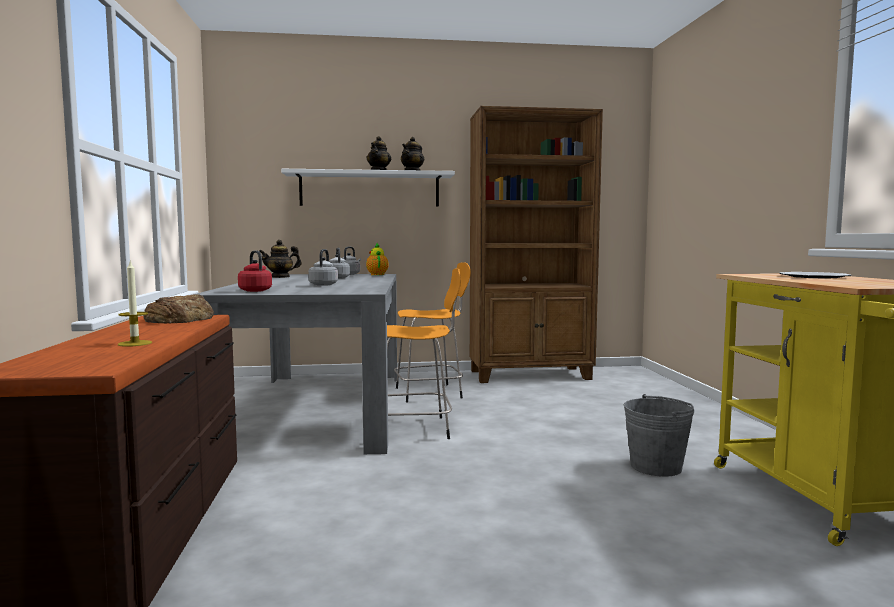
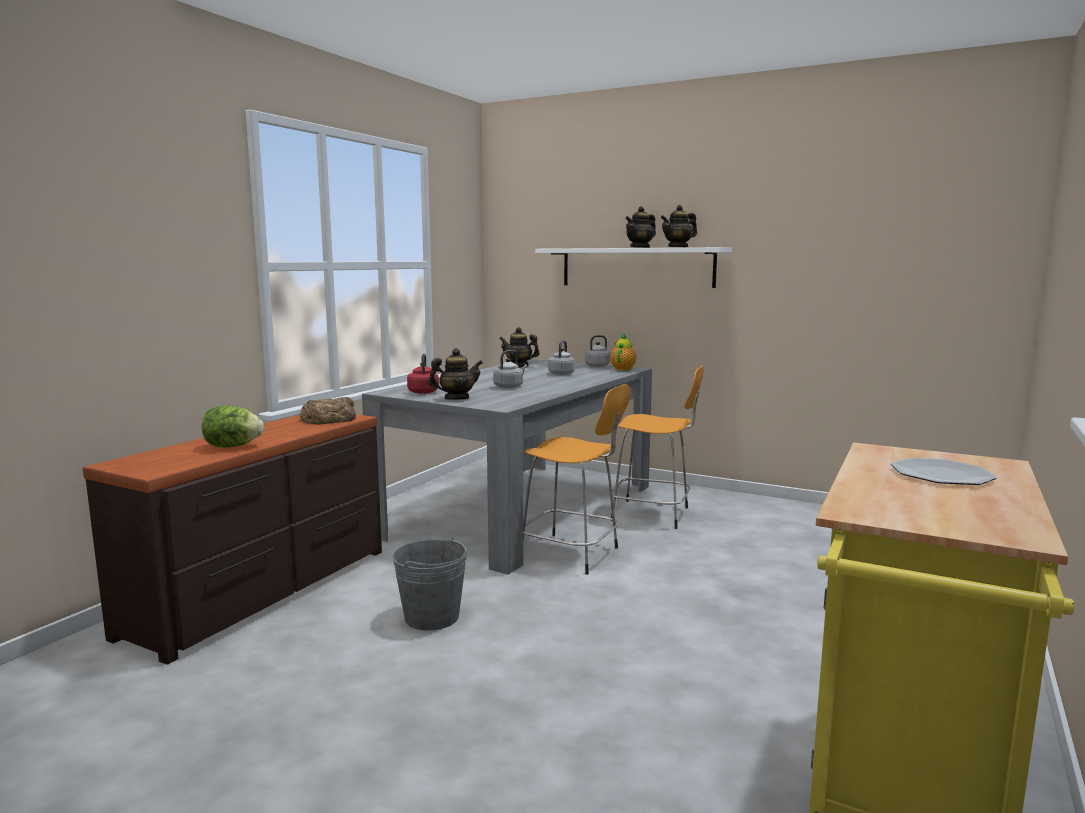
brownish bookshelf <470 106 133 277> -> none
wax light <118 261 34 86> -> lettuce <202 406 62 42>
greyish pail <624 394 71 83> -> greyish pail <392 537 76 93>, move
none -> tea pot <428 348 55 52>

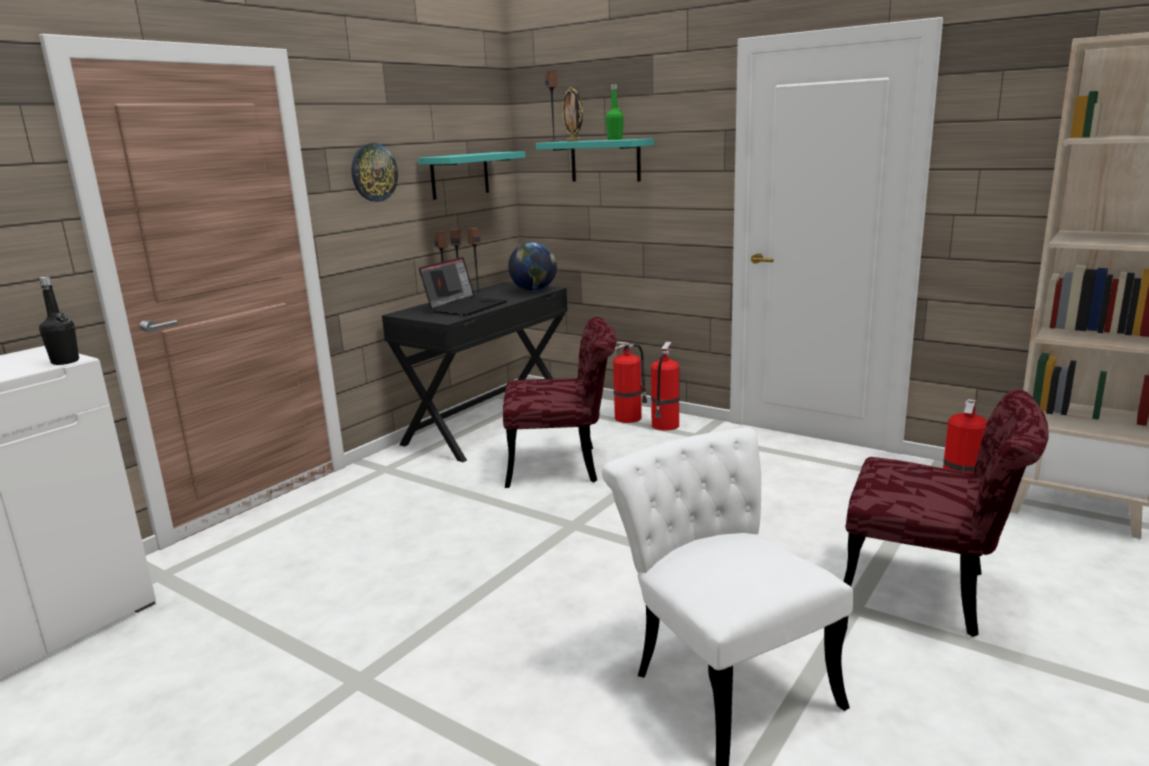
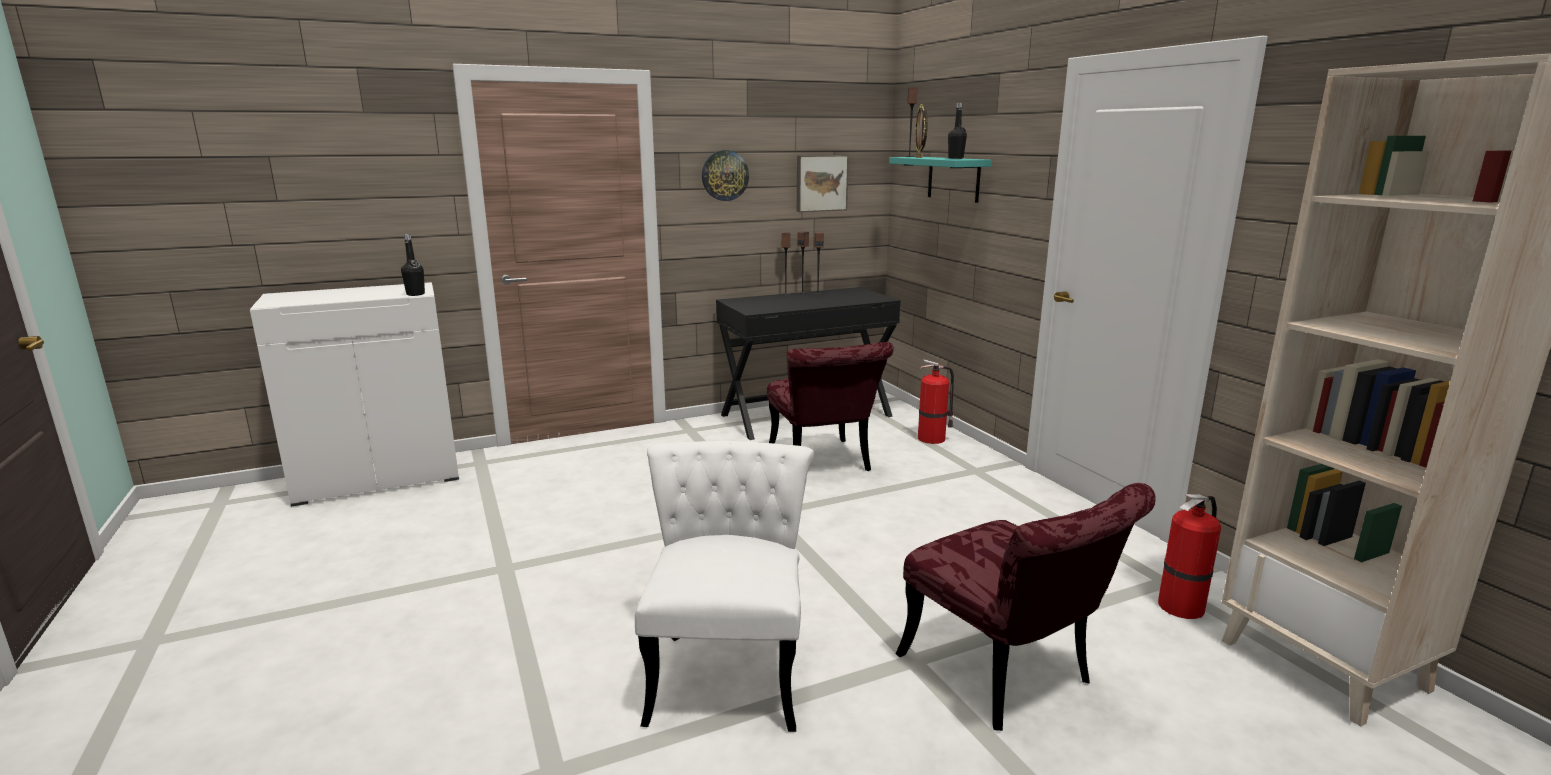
greenish beverage bottle <606 84 18 56> -> black-coloured beverage bottle <948 103 19 56>
blue-green bracket shelf <418 151 107 49> -> picture <797 155 52 57>
desk globe <508 242 49 49> -> none
notebook computer <419 257 88 59> -> none
red upright chair <503 317 114 171> -> red upright chair <767 342 127 129>, 45 degrees clockwise
extinguisher <651 342 28 88> -> none

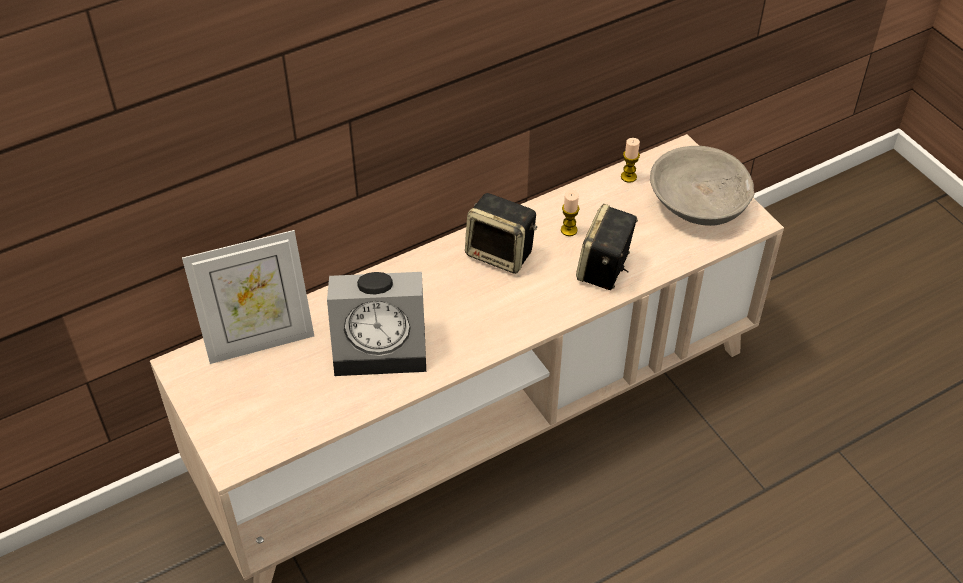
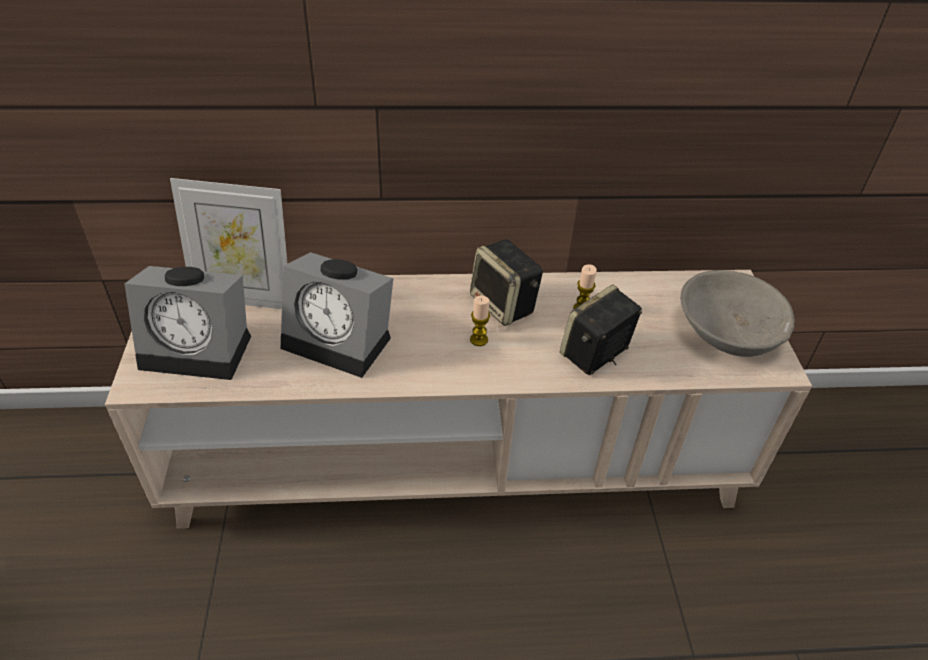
wax light <621 138 19 45> -> wax light <470 296 20 50>, move
none -> table clock <125 266 126 114>

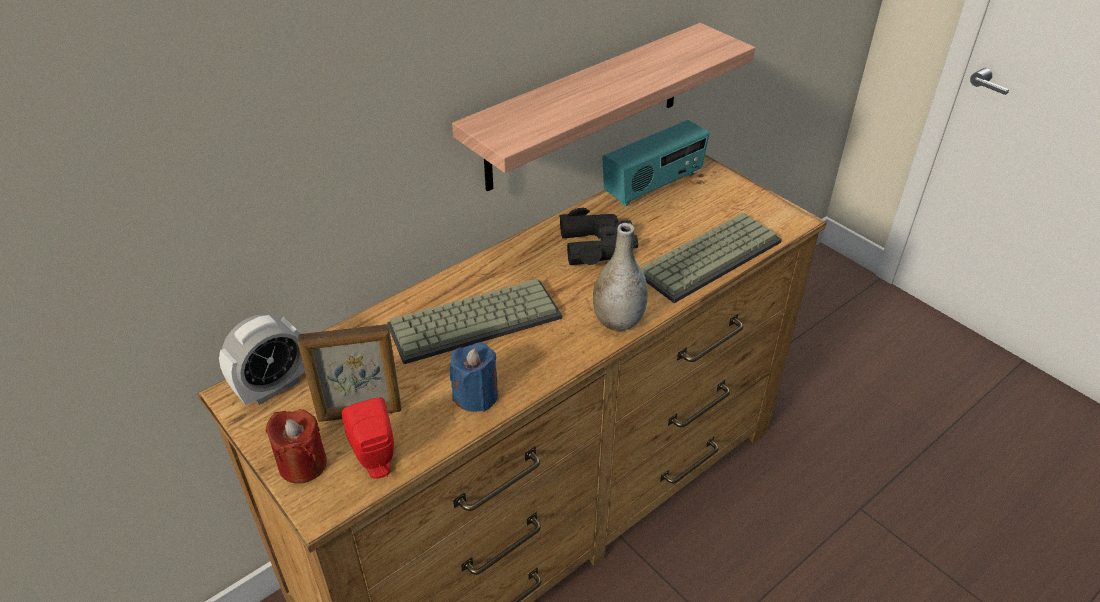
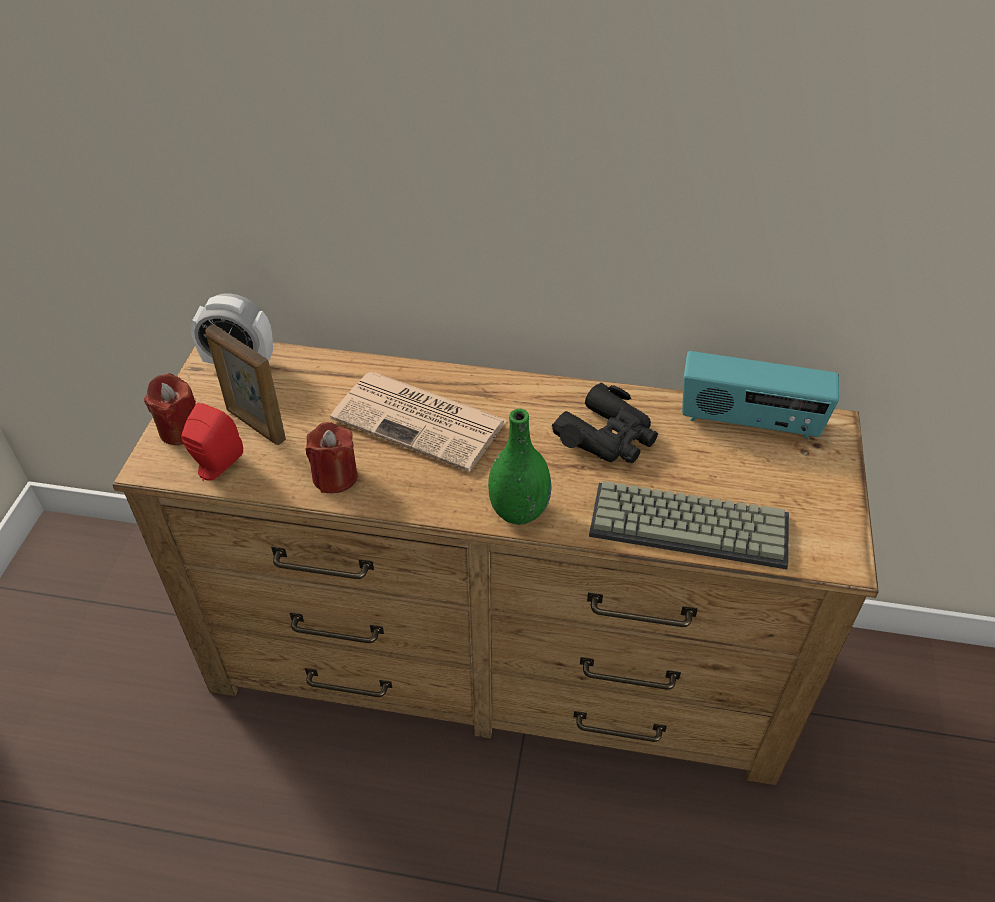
bracket shelf <452 23 303 169> -> none
greyish decorative vase <593 223 55 108> -> greenish decorative vase <488 409 64 116>
PC keyboard <387 279 175 85> -> daily paper <330 372 177 100>
bluish wax light <449 342 49 70> -> red wax light <306 422 52 71>

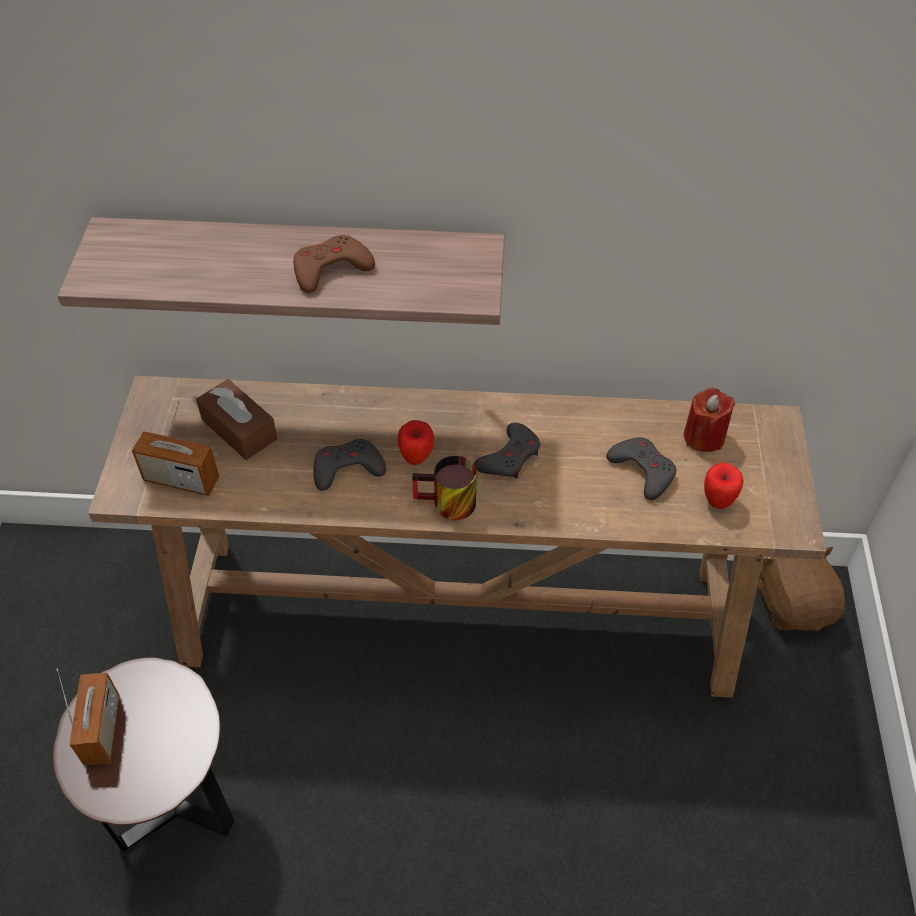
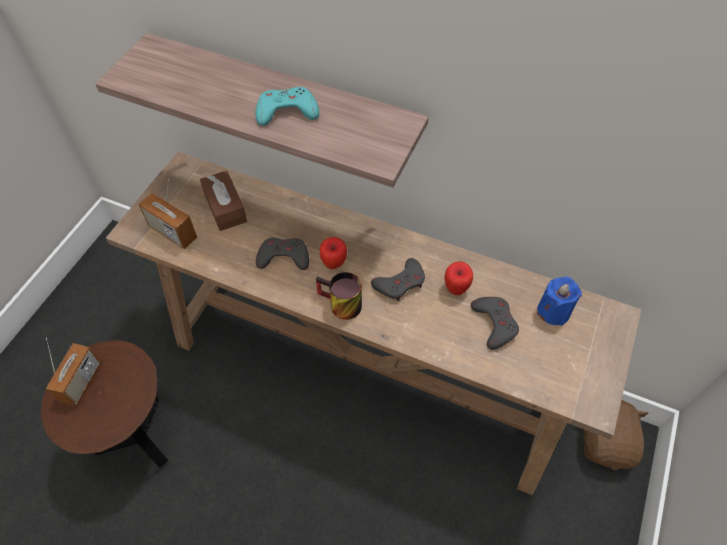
brownish gamepad <294 235 81 58> -> blue-green gamepad <256 87 63 39>
red wax light <684 387 51 65> -> bluish wax light <537 277 45 49>
whole apple <704 462 40 47> -> whole apple <445 262 28 33>, move

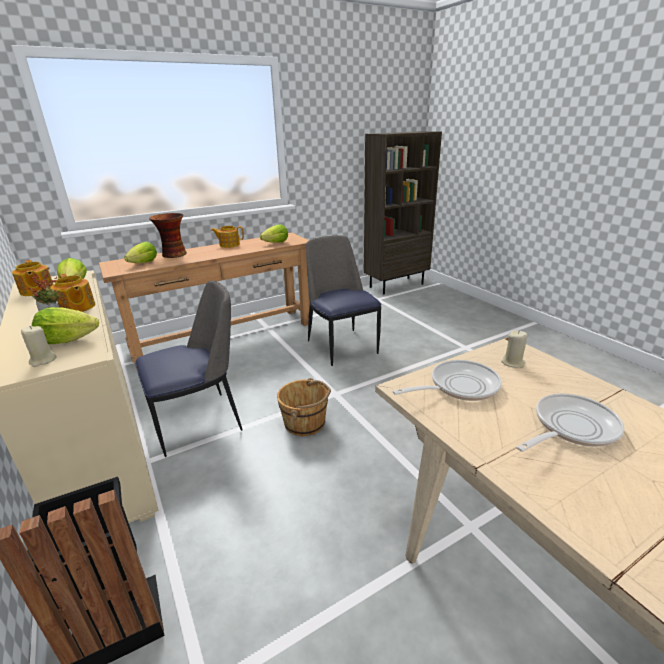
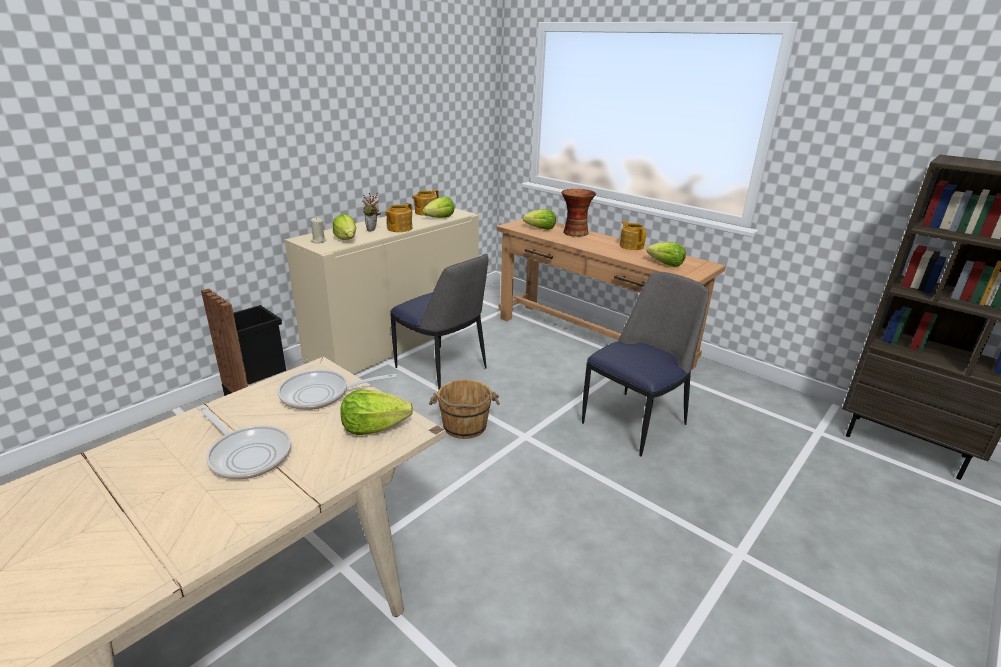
sand-coloured wax light <501 330 26 38> -> lettuce <340 390 73 45>
pan <393 360 109 41> -> pan <278 370 119 40>, 120 degrees clockwise

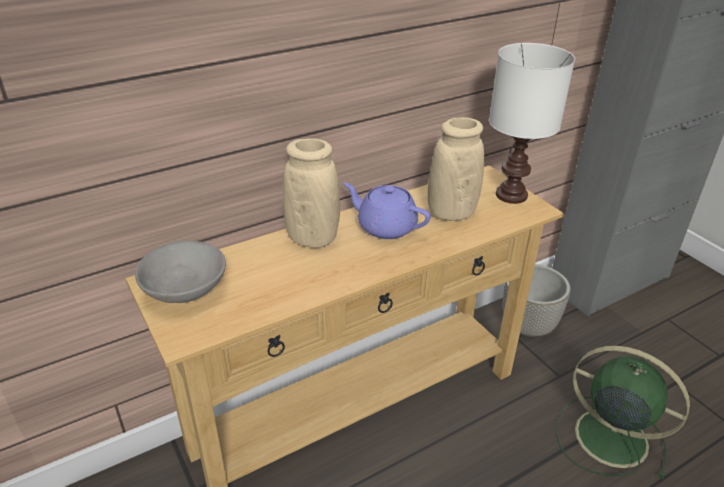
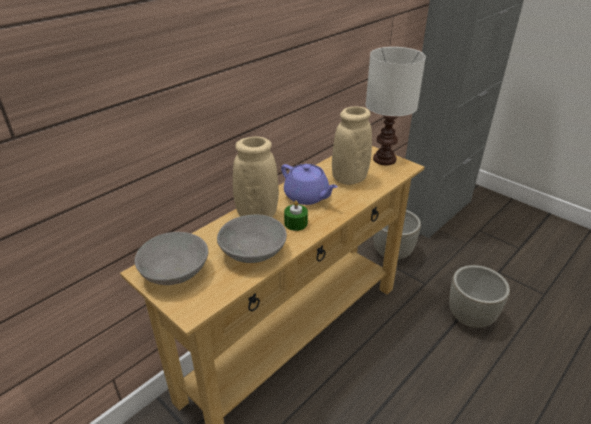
purple tea pot <343 183 88 56> -> purple tea pot <281 164 57 41>, 150 degrees counterclockwise
greenish fan <556 346 134 133> -> greyish flower pot <449 265 61 63>
none -> greenish wax light <284 200 24 31>
none -> greyish bowl <217 215 70 48>

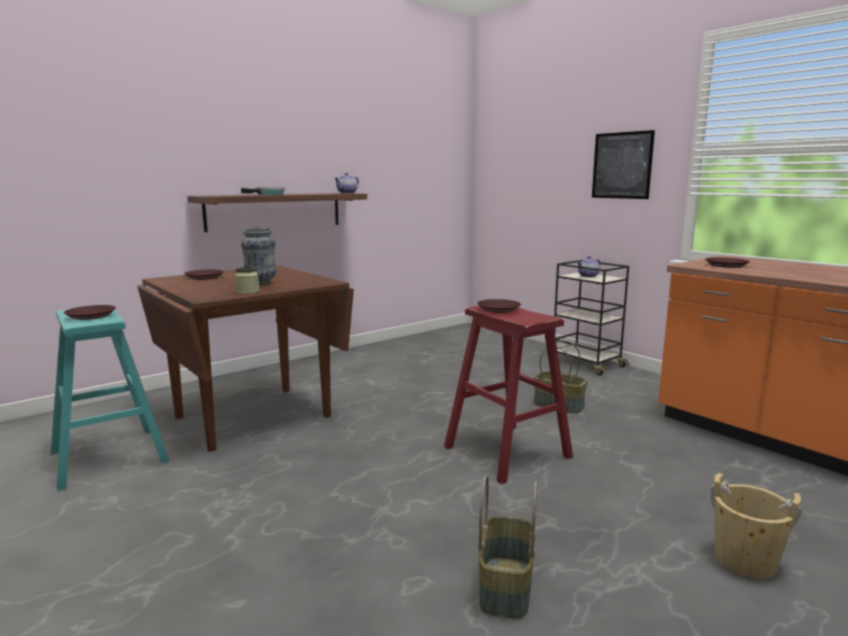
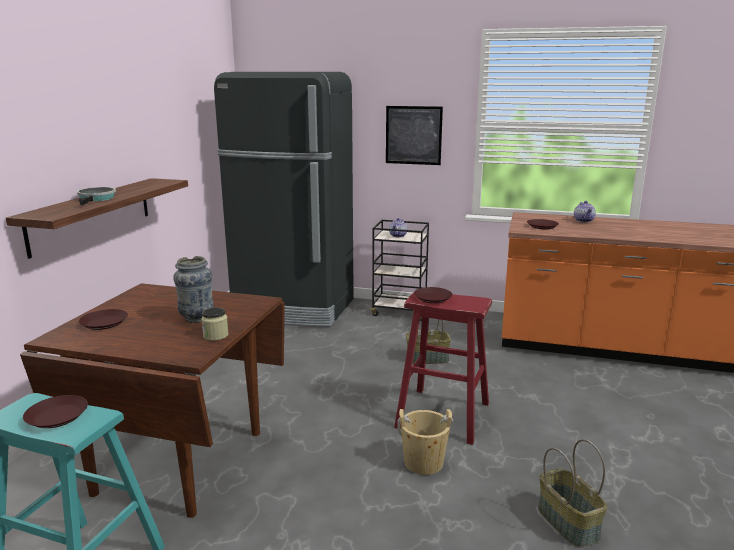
tea pot <334 173 25 21> -> tea pot <574 201 22 22>, move
sand-coloured pail <711 473 91 106> -> sand-coloured pail <397 409 56 66>, move
none -> black-coloured refrigerator <214 72 140 255>

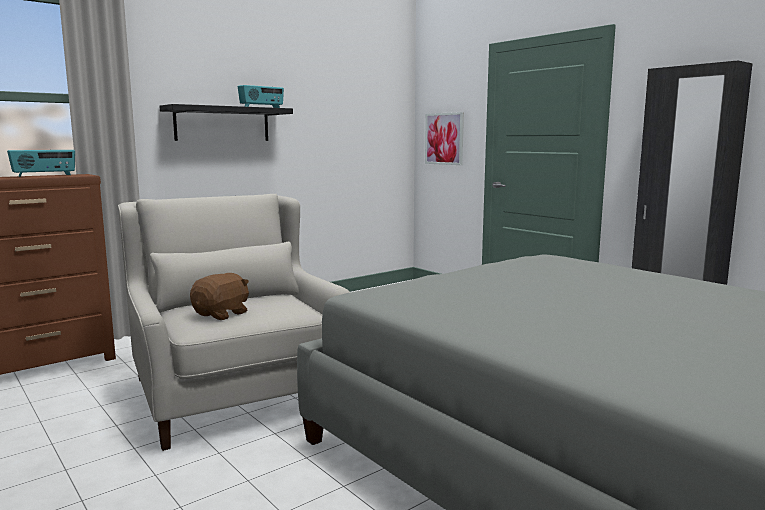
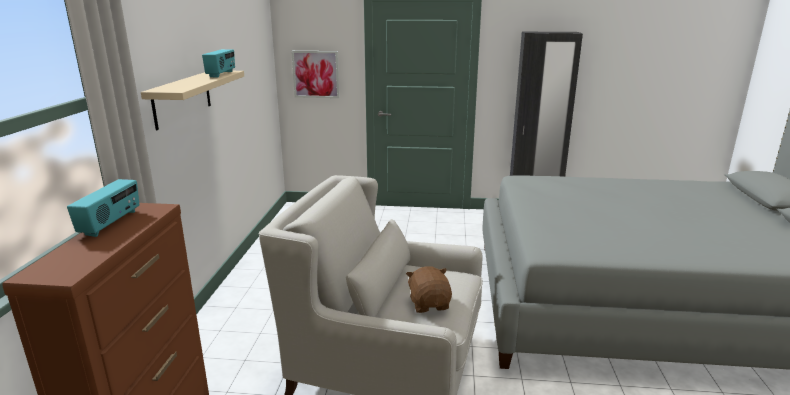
black-coloured bracket shelf <159 104 134 37> -> sand-coloured bracket shelf <141 71 103 59>

